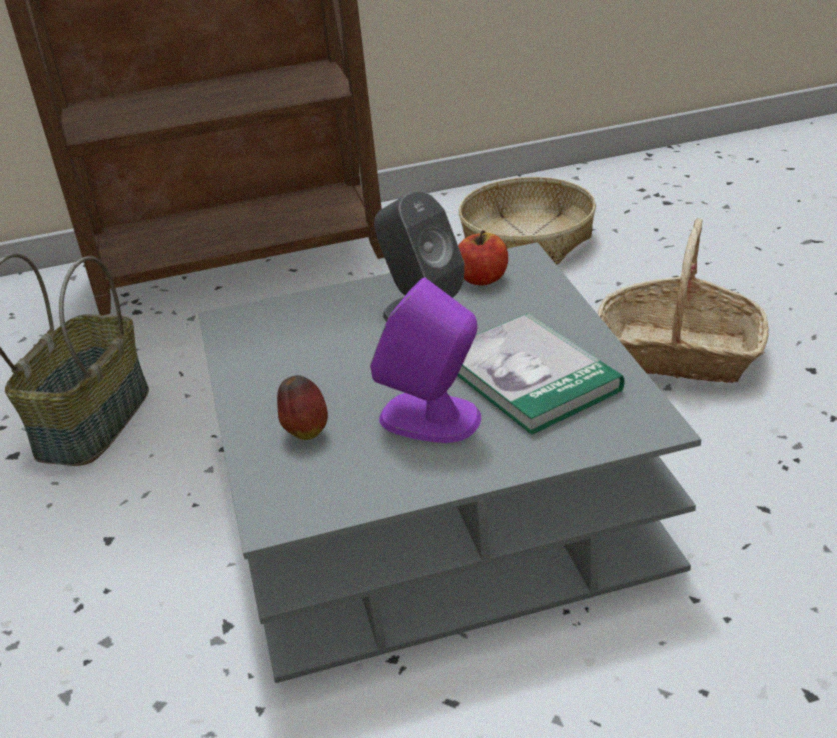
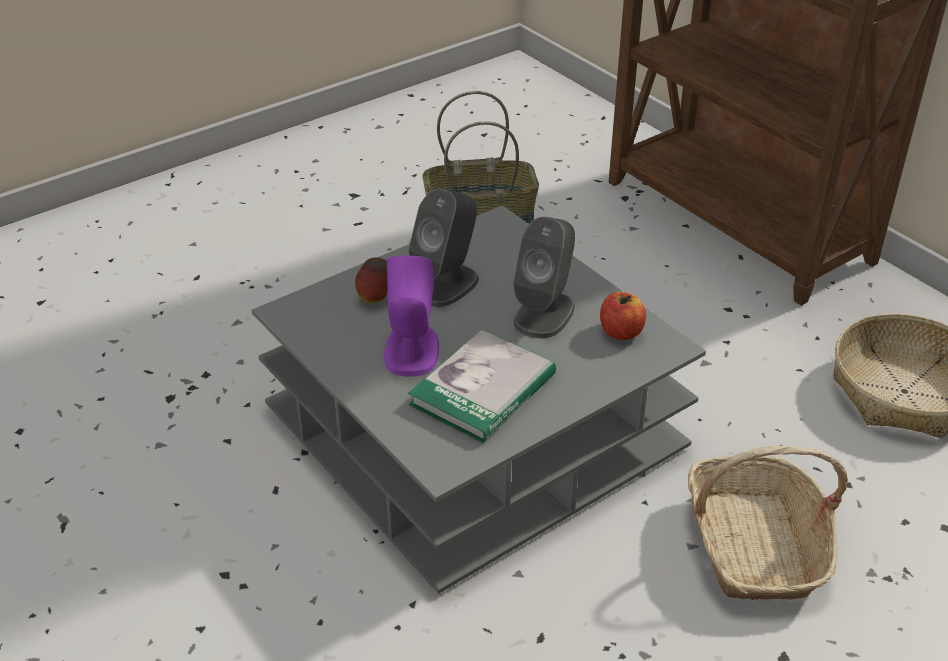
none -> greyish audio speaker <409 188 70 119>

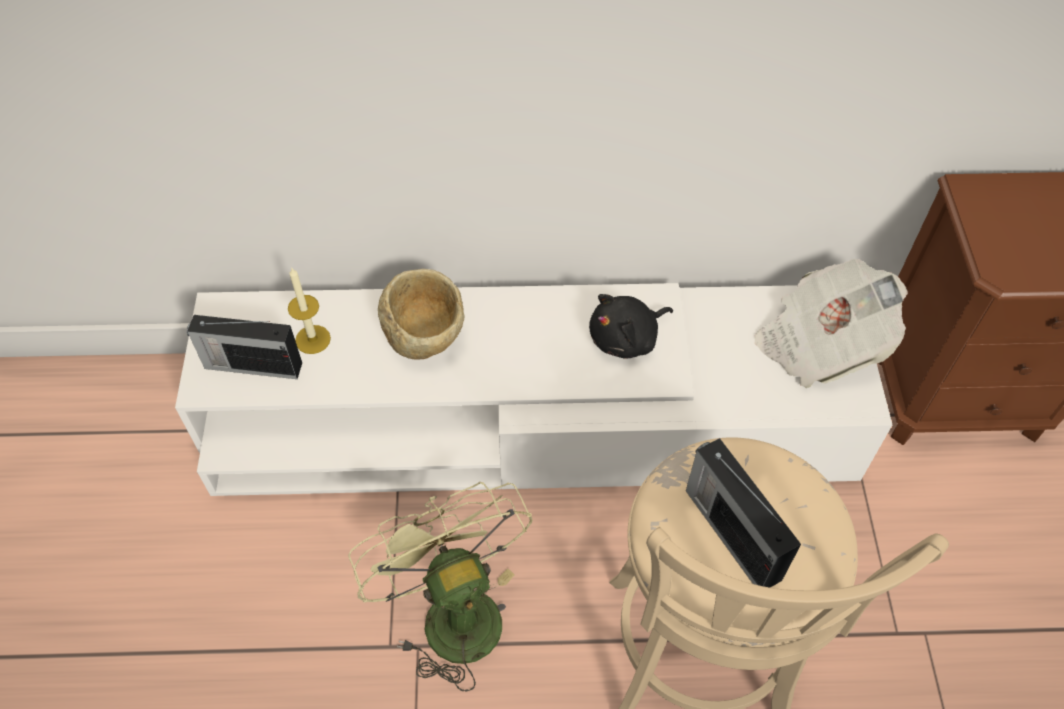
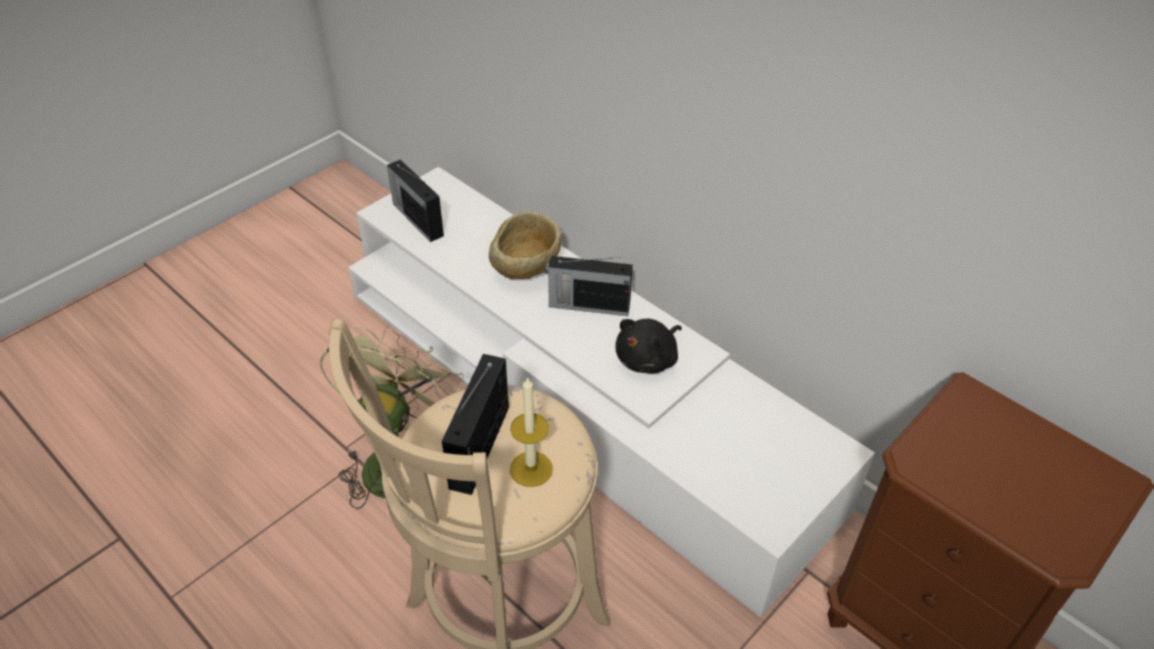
daily paper <755 259 153 129> -> none
wax light <288 267 43 87> -> wax light <510 376 43 111>, move
black-coloured plush toy <589 294 84 65> -> black-coloured plush toy <615 319 67 54>, 60 degrees counterclockwise
none -> radio <545 256 88 60>

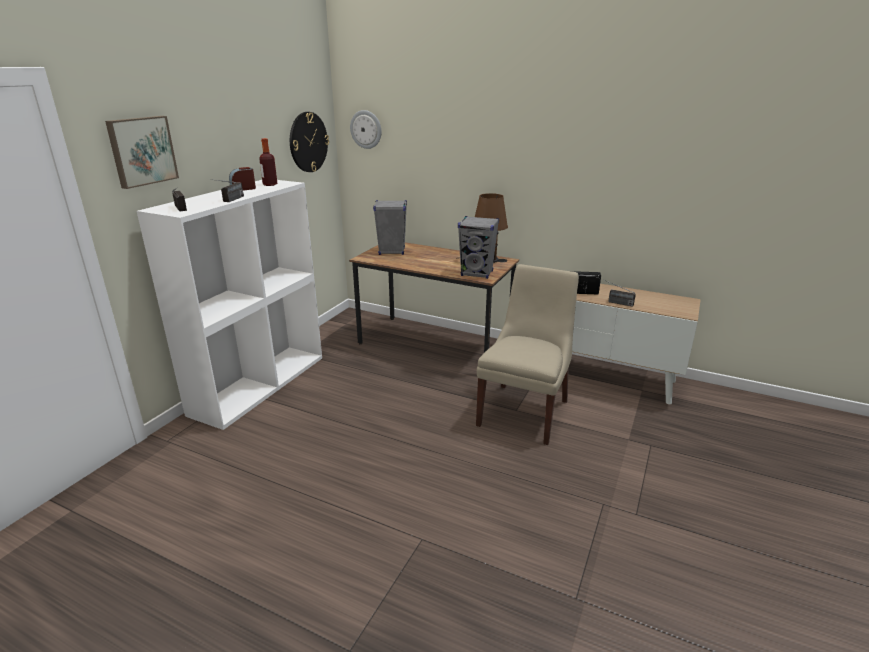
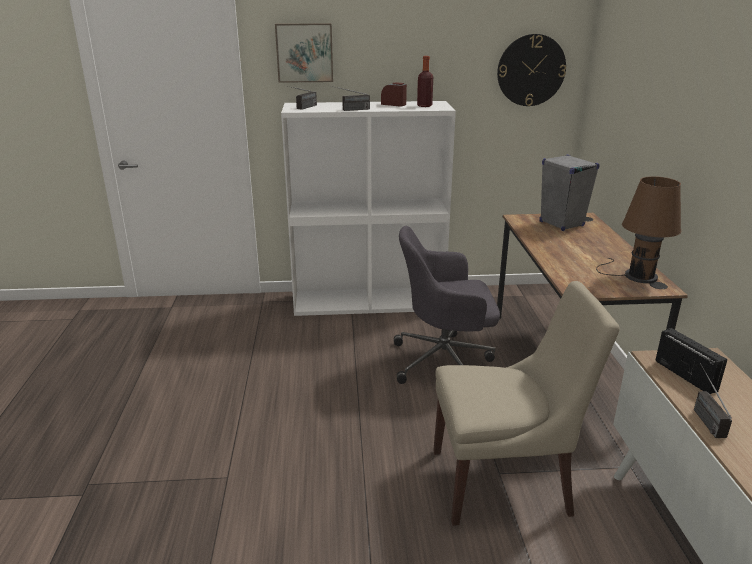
hanging clock <350 110 31 39> -> none
greyish audio speaker <458 216 41 63> -> none
none -> greyish office chair <394 226 106 158>

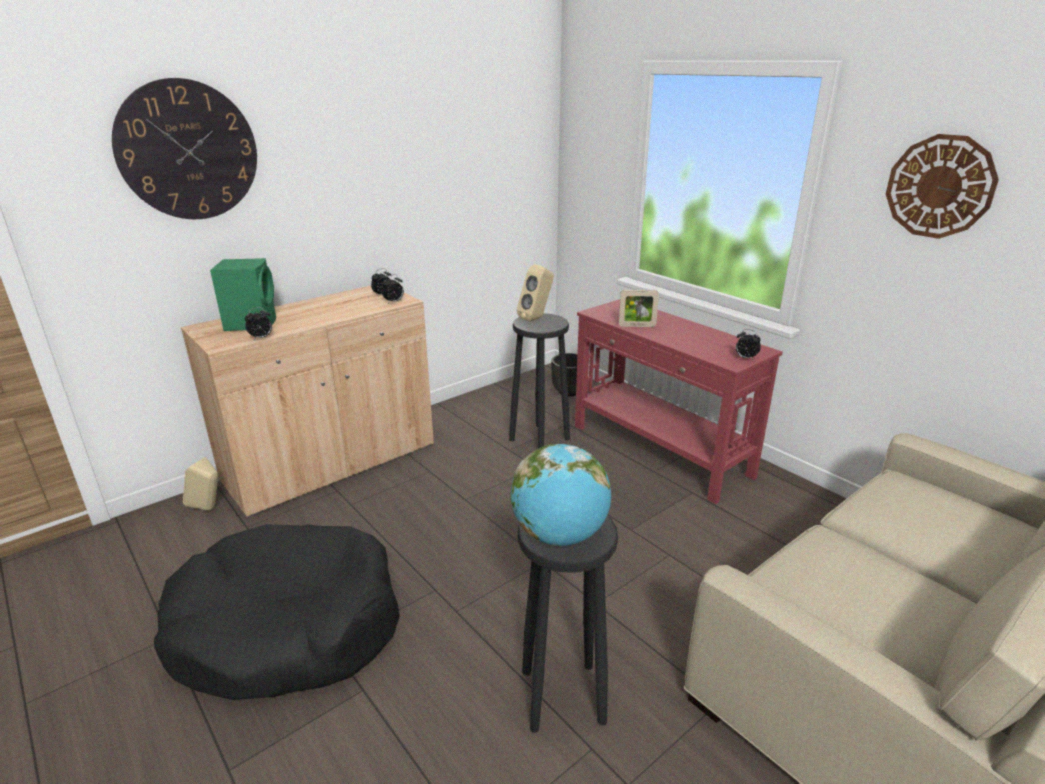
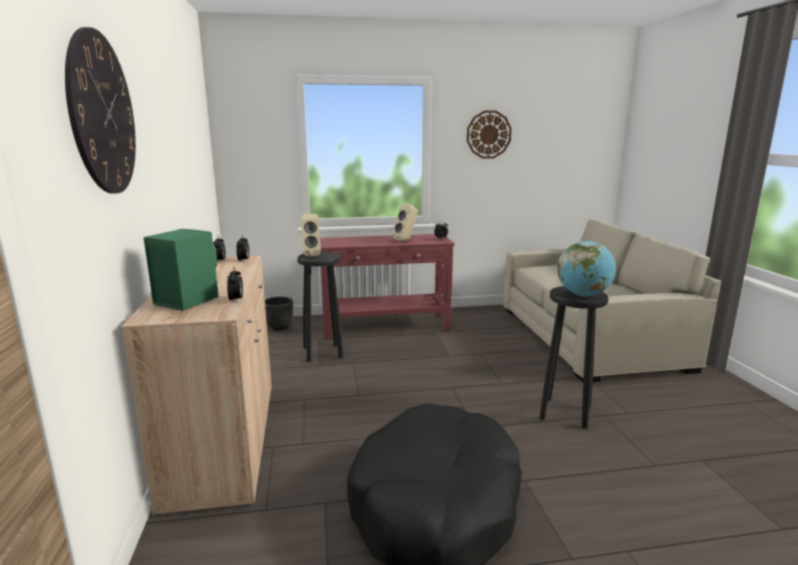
photo frame <619 290 40 37> -> none
sand-coloured audio speaker <183 457 35 54> -> sand-coloured audio speaker <392 203 26 38>, move

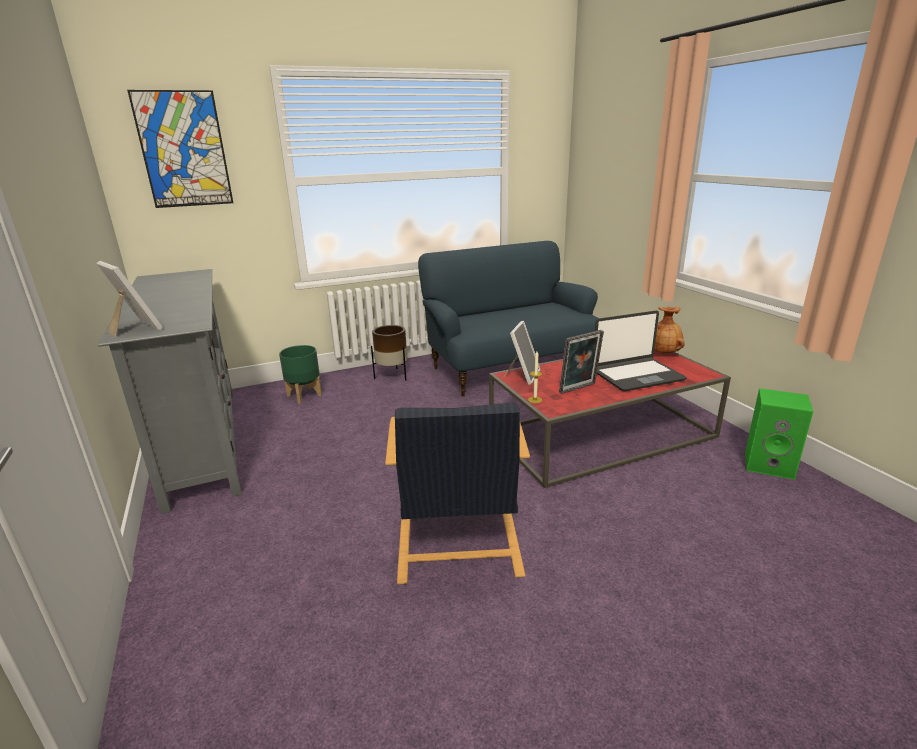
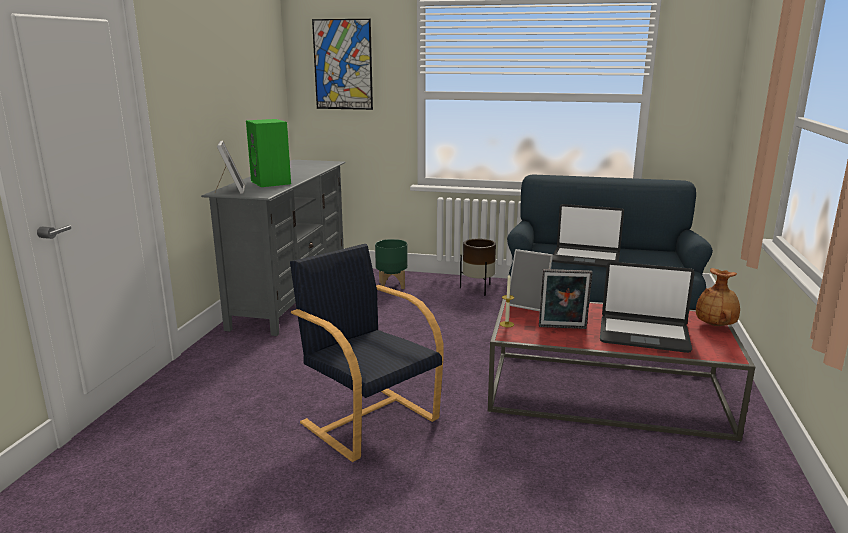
photo frame <504 321 37 64> -> photo frame <510 249 43 62>, 60 degrees clockwise
greenish audio speaker <745 388 68 92> -> greenish audio speaker <246 119 45 68>, move
black-coloured easy chair <385 402 145 182> -> black-coloured easy chair <290 244 154 218>, 105 degrees clockwise
none -> notebook computer <552 204 72 64>

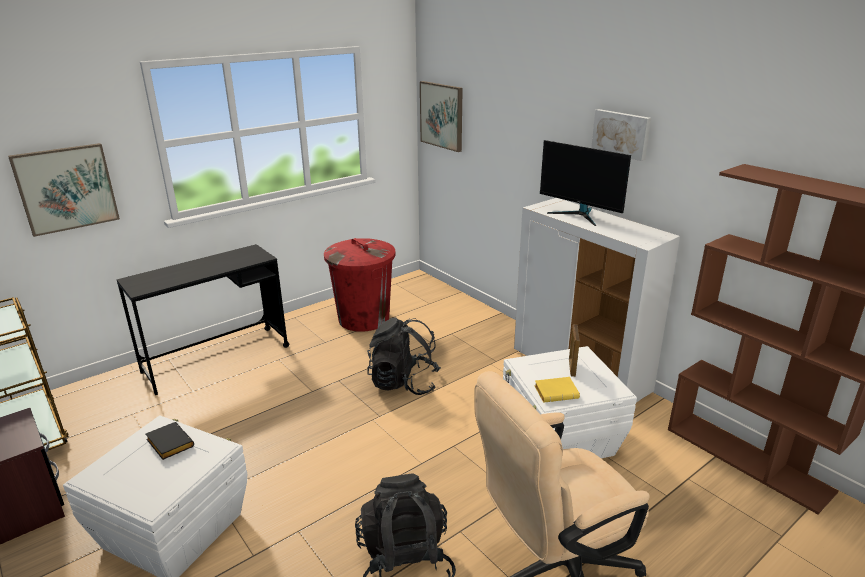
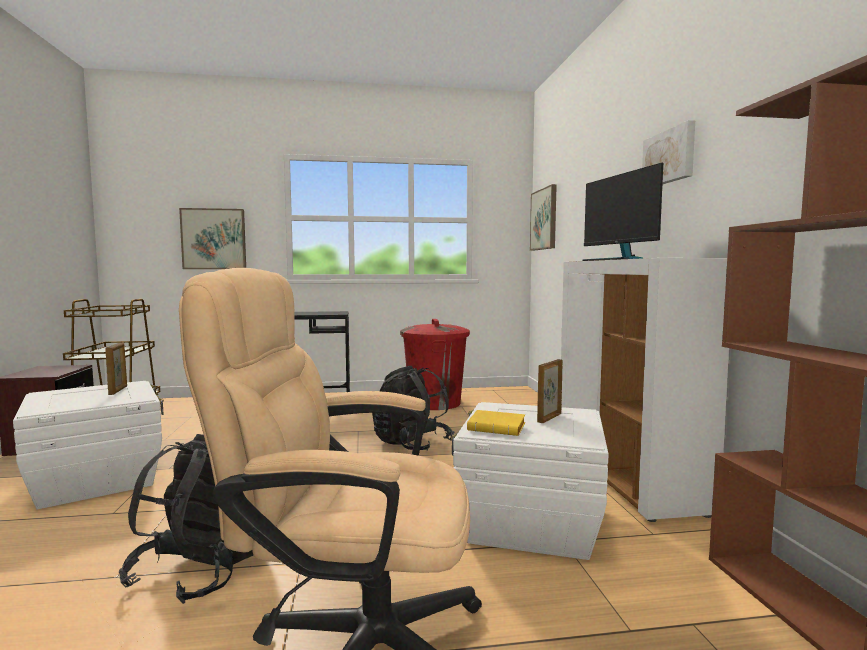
black-coloured bound book <146 422 48 38> -> photo frame <105 343 22 52>

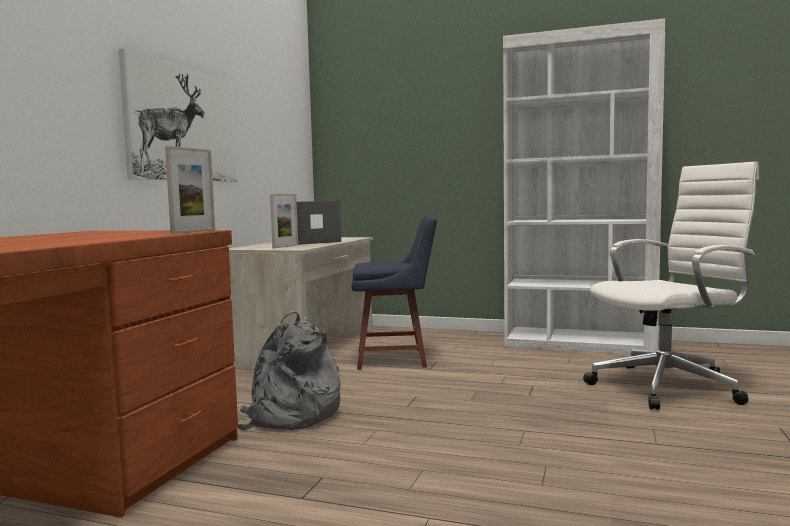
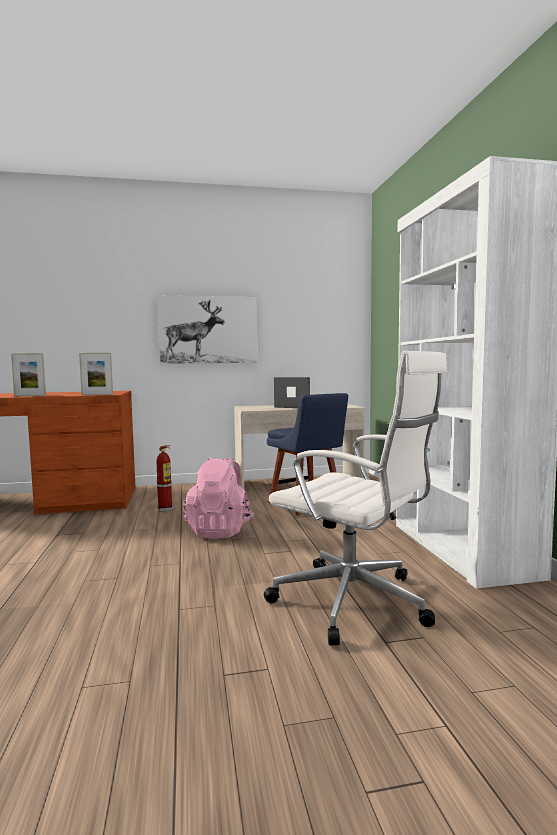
photo frame <270 194 28 54> -> photo frame <11 353 35 44>, move
greyish knapsack <238 310 103 121> -> extinguisher <156 445 17 67>
none -> pink knapsack <183 457 71 82>

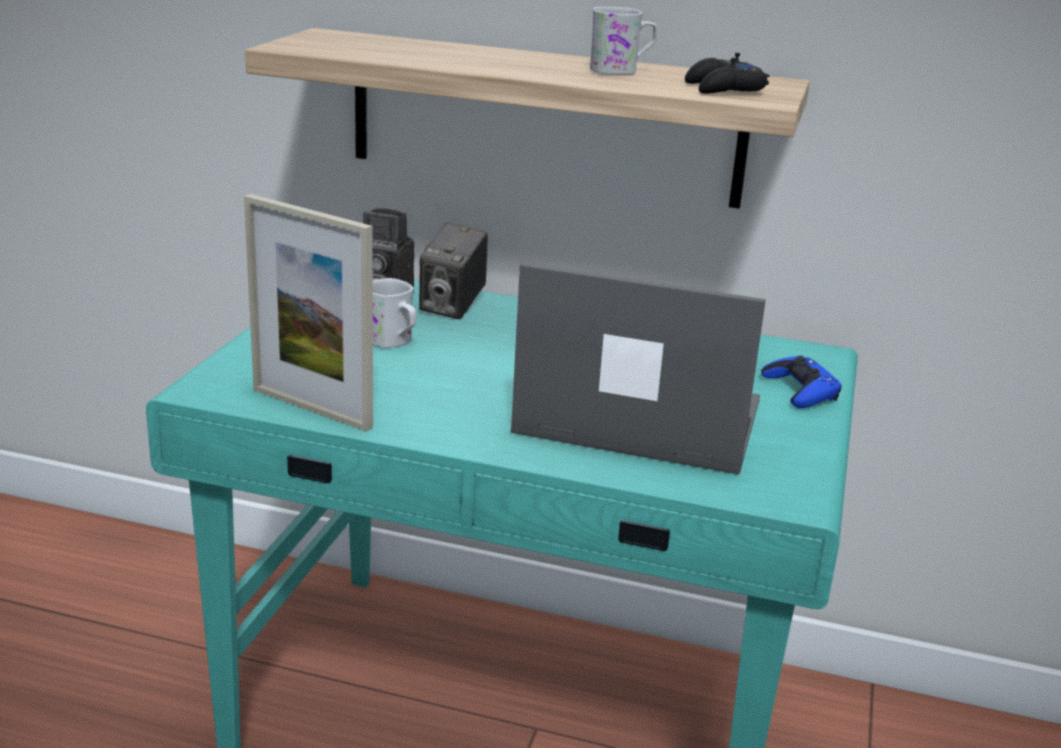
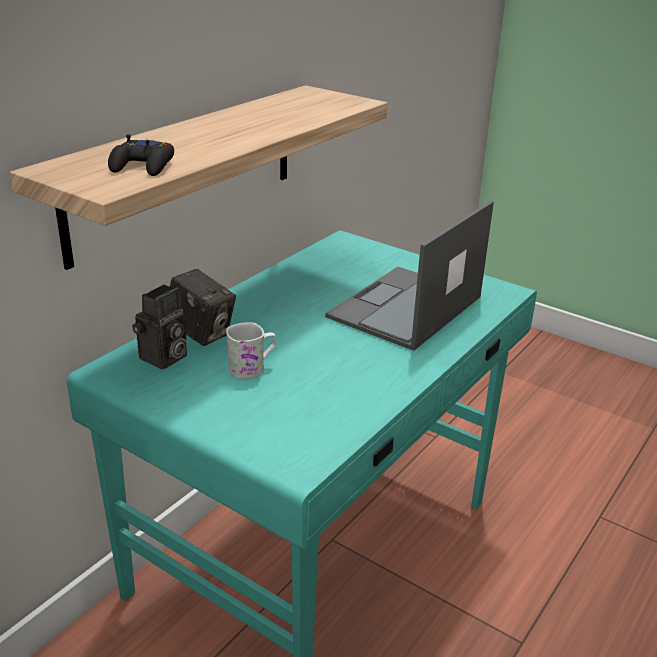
white tea mug <590 7 67 68> -> none
black-coloured gamepad <685 53 84 41> -> black-coloured gamepad <108 134 66 42>, move
photo frame <244 194 129 237> -> none
bluish gamepad <761 355 81 53> -> none

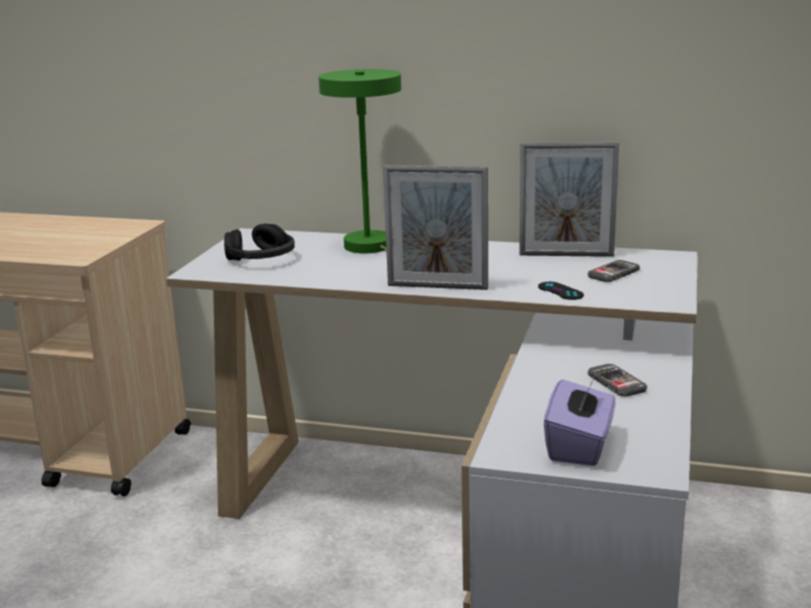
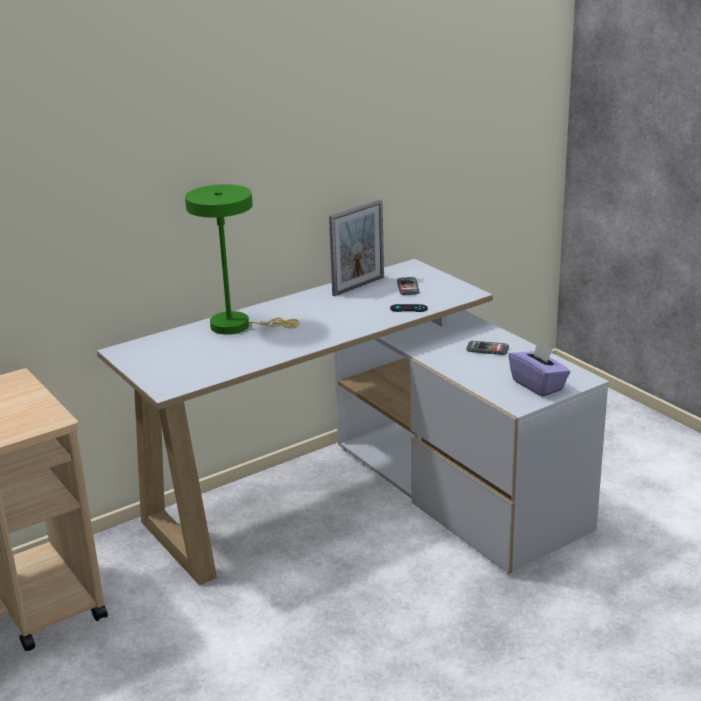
photo frame <383 165 105 125> -> none
black-coloured pair of headphones <224 224 71 37> -> none

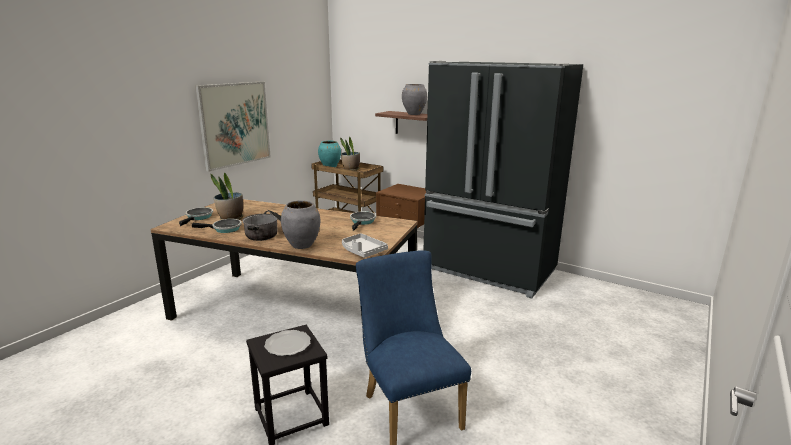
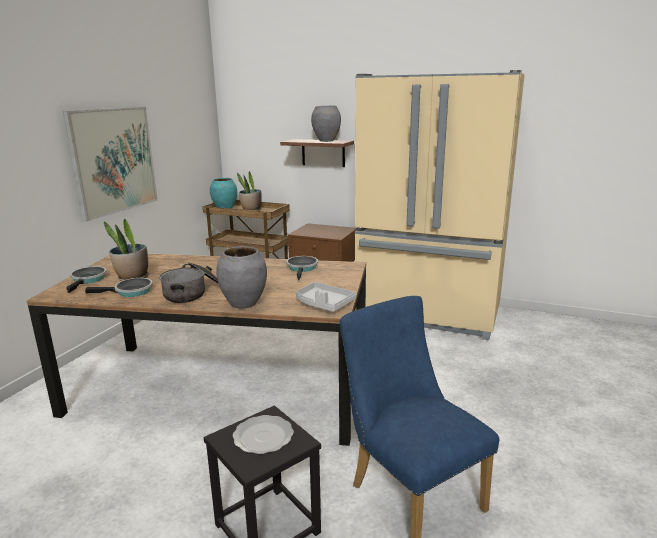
black-coloured refrigerator <423 61 160 237> -> sand-coloured refrigerator <355 70 170 270>

